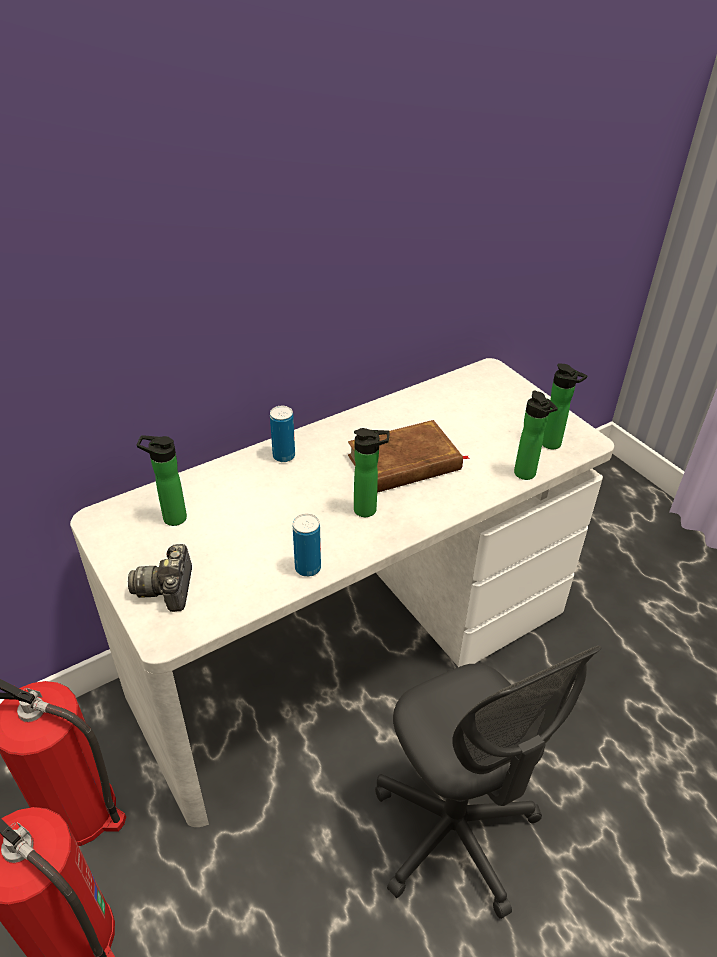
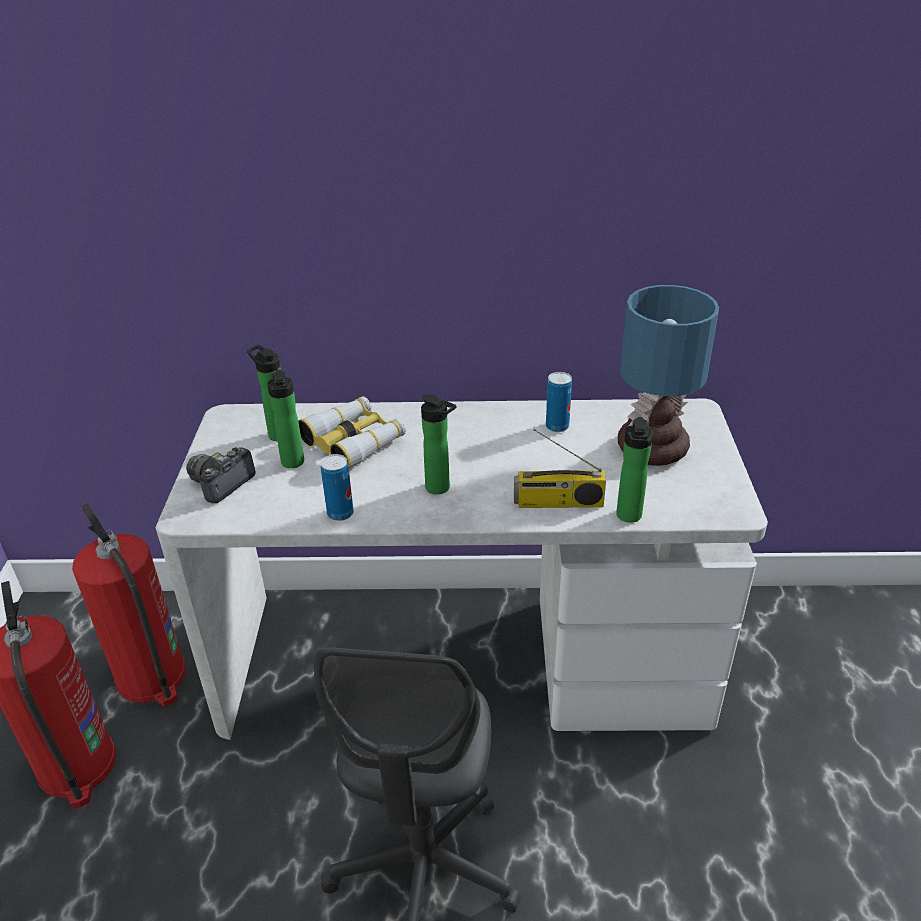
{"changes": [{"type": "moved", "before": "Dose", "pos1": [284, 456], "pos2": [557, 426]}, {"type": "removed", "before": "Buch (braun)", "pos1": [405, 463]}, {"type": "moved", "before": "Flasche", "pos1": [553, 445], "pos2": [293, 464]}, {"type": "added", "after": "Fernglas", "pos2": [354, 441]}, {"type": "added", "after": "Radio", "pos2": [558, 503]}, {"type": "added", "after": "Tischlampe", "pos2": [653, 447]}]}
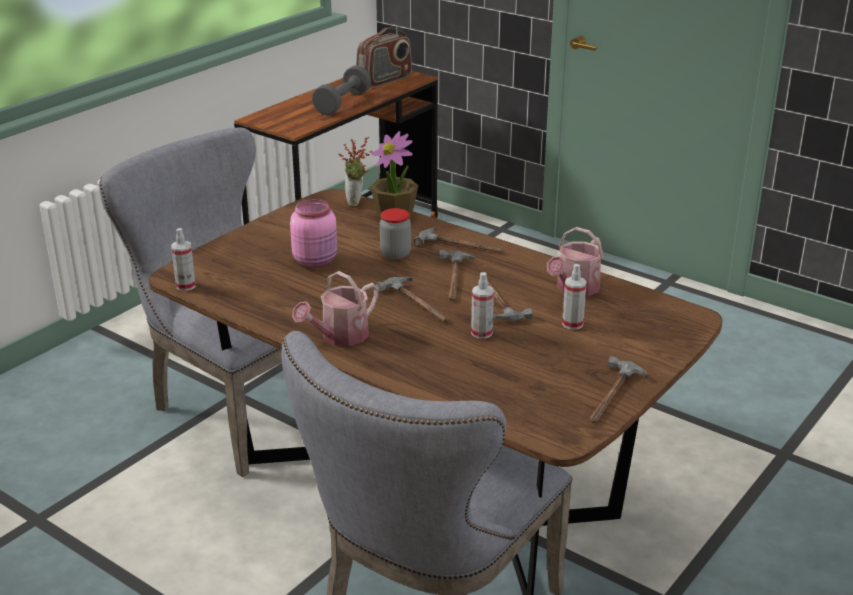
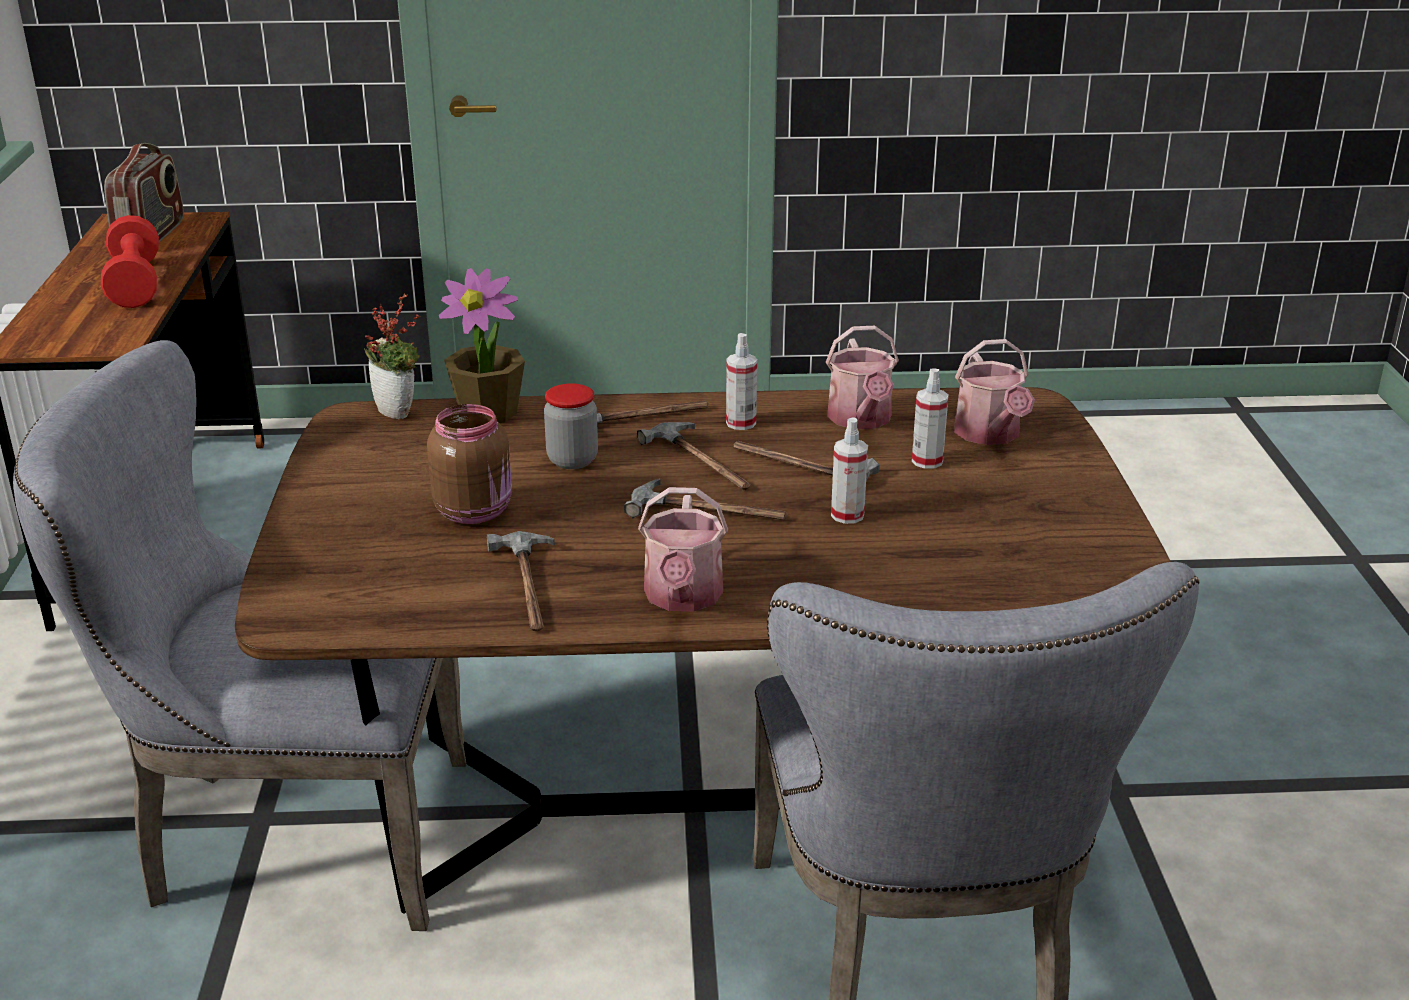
{"changes": [{"type": "moved", "before": "Sprühflasche", "pos1": [185, 286], "pos2": [741, 423]}, {"type": "recoloured", "before": "Vorratsglas (rosa)", "after": "Vorratsglas (braun)", "pos1": [316, 260], "pos2": [475, 511]}, {"type": "recoloured", "before": "Hantel (grau)", "after": "Hantel (rot)", "pos1": [342, 103], "pos2": [135, 284]}, {"type": "moved", "before": "Hammer", "pos1": [612, 396], "pos2": [529, 586]}, {"type": "added", "after": "Gießkanne", "pos2": [990, 435]}]}
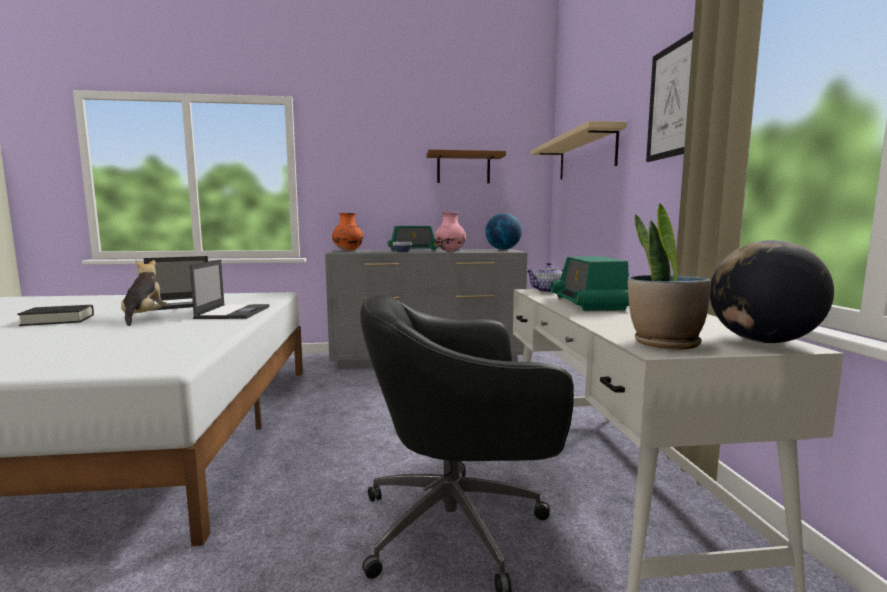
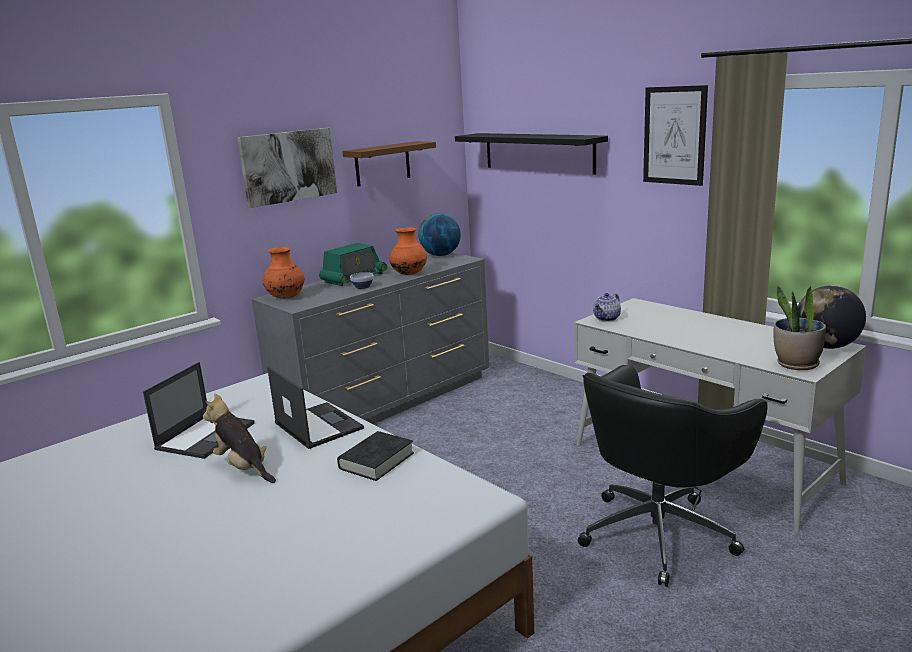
{"changes": [{"type": "moved", "before": "Buch (schwarz)", "pos1": [58, 320], "pos2": [376, 461]}, {"type": "recoloured", "before": "Vase (rosa)", "after": "Vase (orange)", "pos1": [450, 251], "pos2": [409, 274]}, {"type": "recoloured", "before": "Wandregal (beige)", "after": "Wandregal (schwarz)", "pos1": [586, 156], "pos2": [538, 152]}, {"type": "removed", "before": "Radio", "pos1": [588, 303]}, {"type": "added", "after": "Bild", "pos2": [288, 166]}]}
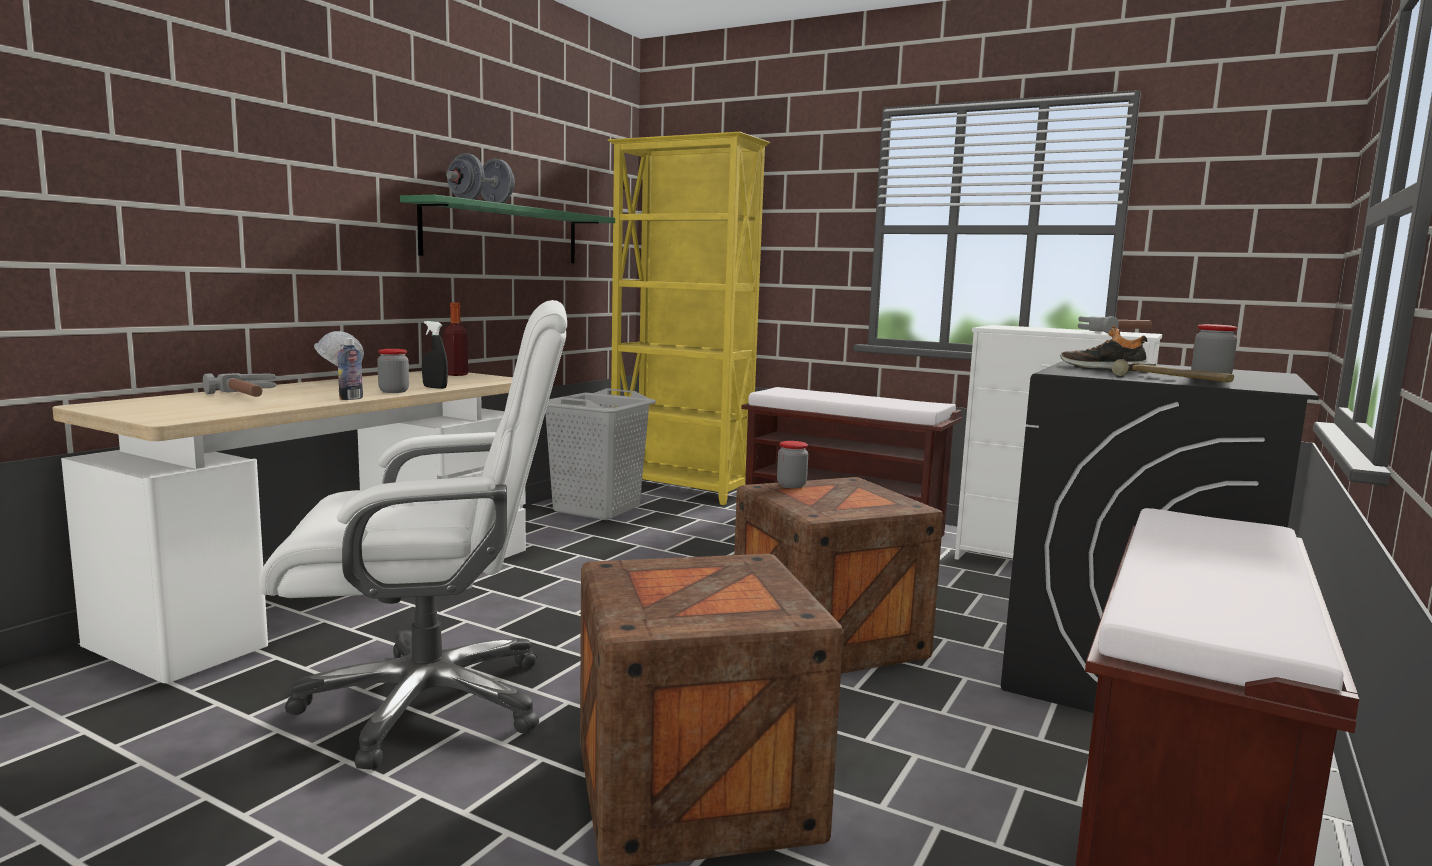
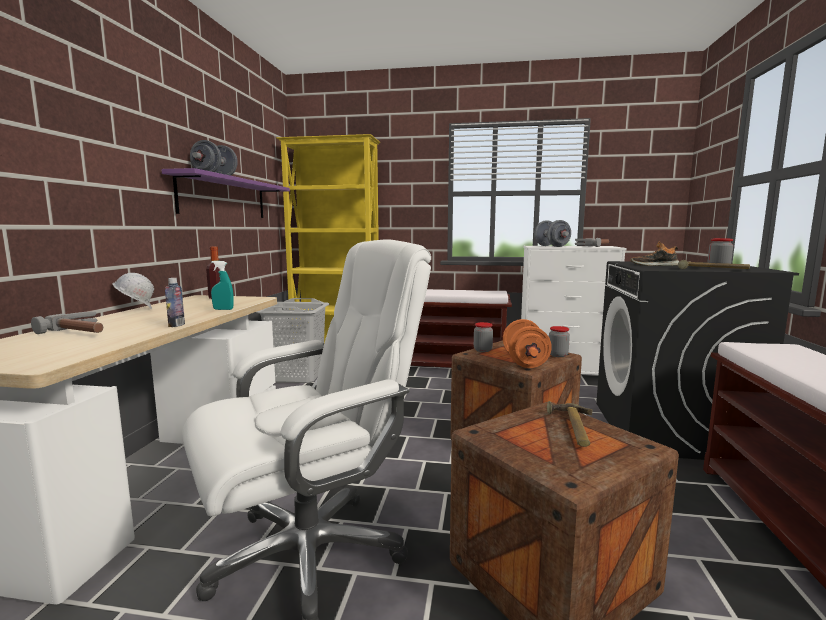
{"changes": [{"type": "moved", "before": "Vorratsglas", "pos1": [394, 391], "pos2": [558, 355]}, {"type": "recoloured", "before": "Wandregal (grün)", "after": "Wandregal (lila)", "pos1": [503, 234], "pos2": [224, 198]}, {"type": "recoloured", "before": "Sprühflasche (schwarz)", "after": "Sprühflasche (türkis)", "pos1": [435, 387], "pos2": [223, 309]}, {"type": "added", "after": "Hantel (orange)", "pos2": [525, 362]}, {"type": "added", "after": "Hantel (grau)", "pos2": [551, 246]}, {"type": "added", "after": "Hammer", "pos2": [571, 428]}]}
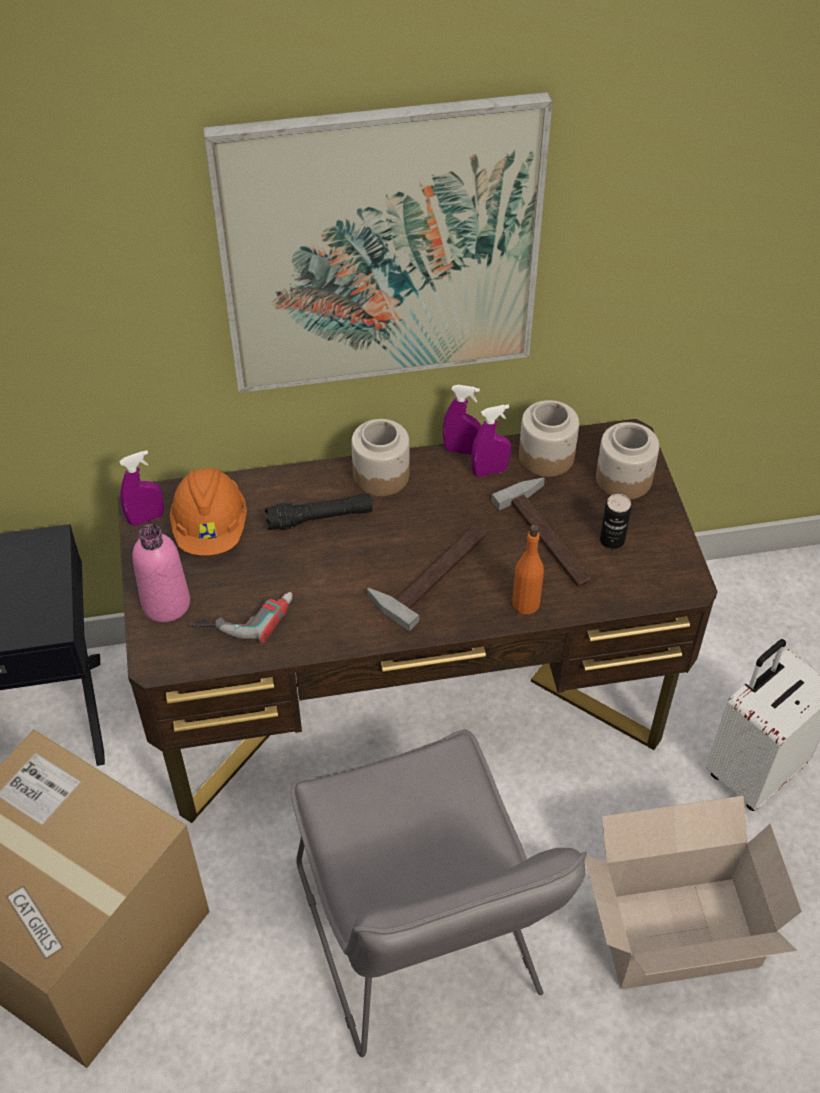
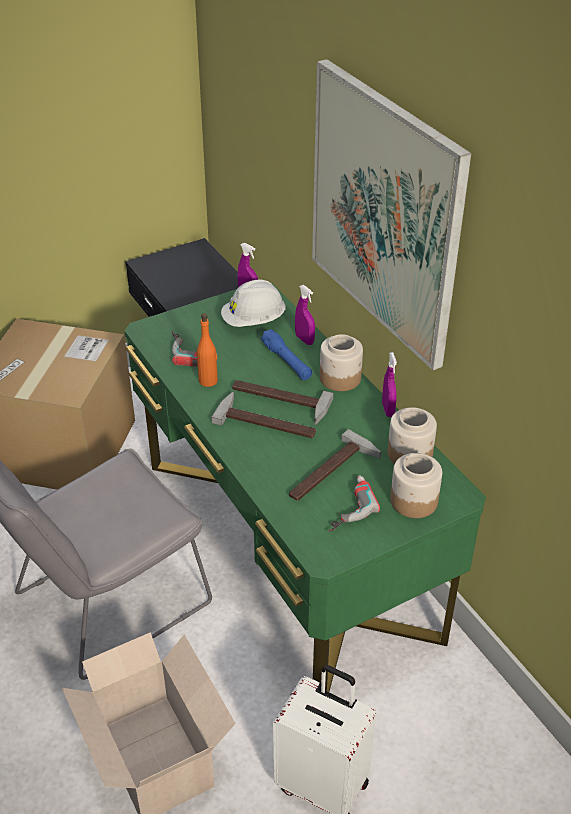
{"changes": [{"type": "recoloured", "before": "Schreibtisch (braun)", "after": "Schreibtisch (grün)", "pos1": [409, 701], "pos2": [287, 547]}, {"type": "removed", "before": "Flasche (rosa)", "pos1": [166, 604]}, {"type": "recoloured", "before": "Schutzhelm (orange)", "after": "Schutzhelm (weiß)", "pos1": [211, 528], "pos2": [254, 321]}, {"type": "recoloured", "before": "Taschenlampe (schwarz)", "after": "Taschenlampe (blau)", "pos1": [320, 518], "pos2": [286, 361]}, {"type": "moved", "before": "Sprühflasche (lila)", "pos1": [489, 471], "pos2": [304, 339]}, {"type": "moved", "before": "Flasche (orange)", "pos1": [525, 603], "pos2": [208, 381]}, {"type": "replaced", "before": "Dose", "after": "Bohrmaschine", "pos1": [612, 540], "pos2": [346, 506]}, {"type": "added", "after": "Hammer", "pos2": [278, 401]}]}
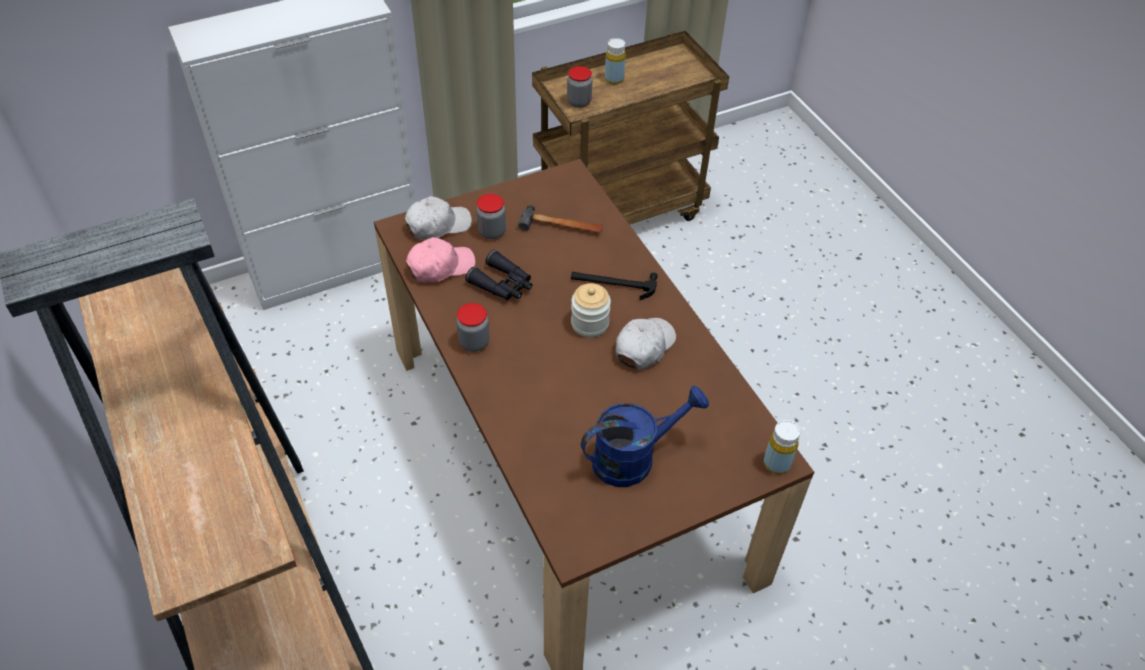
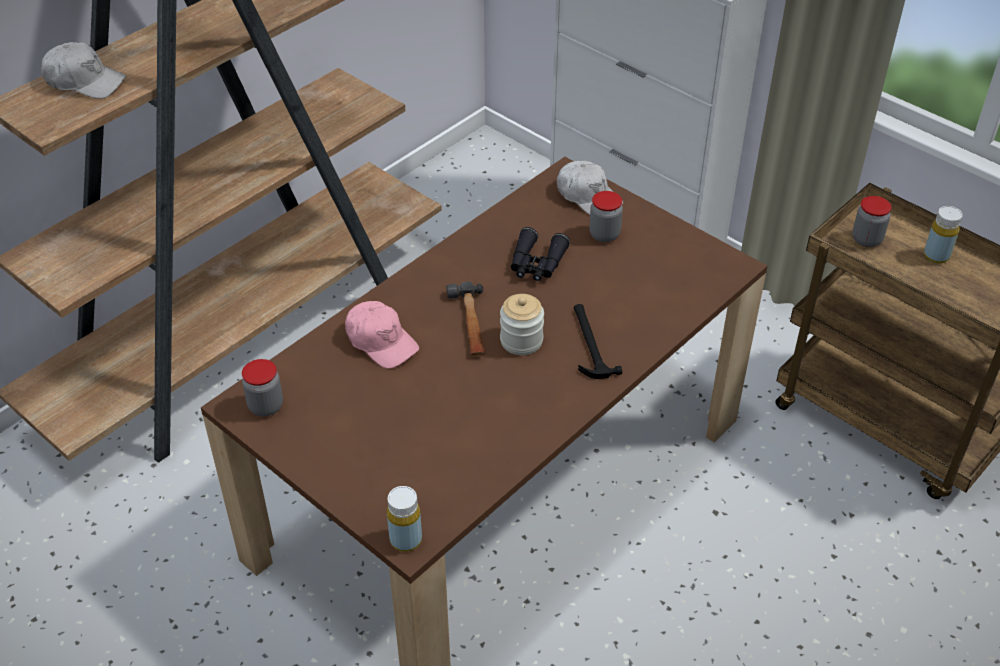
{"changes": [{"type": "moved", "before": "Kappe (rosa)", "pos1": [440, 266], "pos2": [381, 341]}, {"type": "moved", "before": "Vorratsglas", "pos1": [474, 343], "pos2": [266, 406]}, {"type": "moved", "before": "Hammer", "pos1": [561, 227], "pos2": [469, 323]}, {"type": "removed", "before": "Gießkanne (blau)", "pos1": [633, 457]}, {"type": "moved", "before": "Kappe (weiß)", "pos1": [644, 346], "pos2": [85, 81]}]}
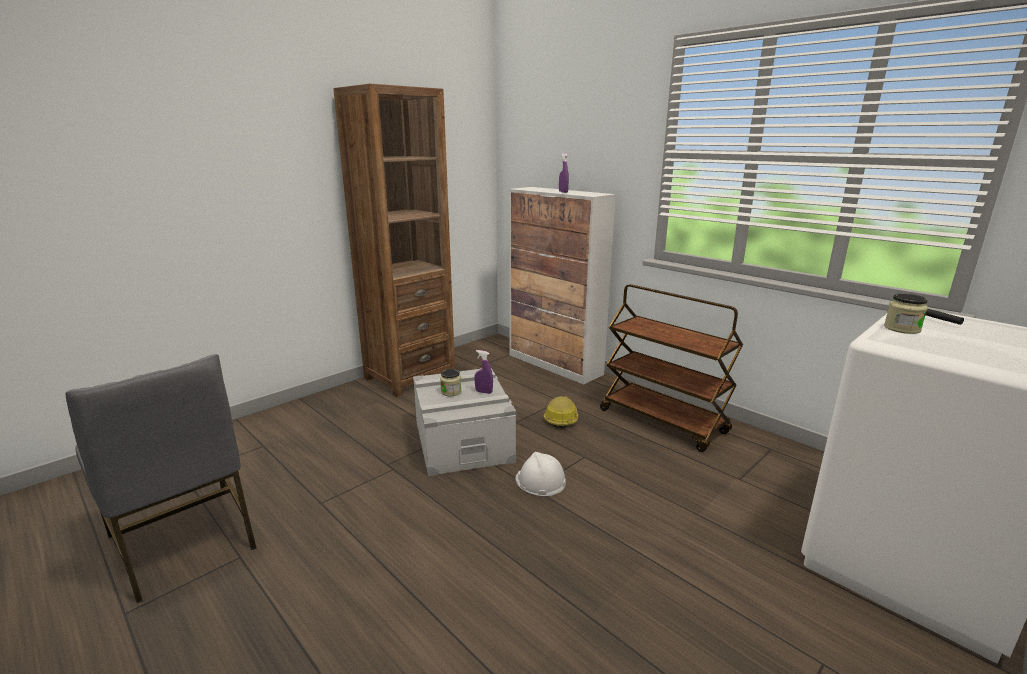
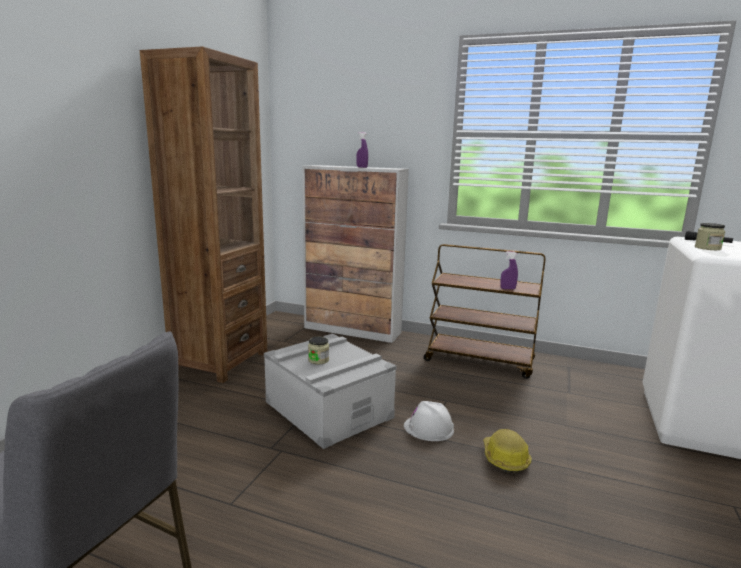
{"changes": [{"type": "moved", "before": "Sprühflasche (lila)", "pos1": [483, 392], "pos2": [508, 289]}, {"type": "moved", "before": "Schutzhelm", "pos1": [561, 419], "pos2": [504, 458]}]}
